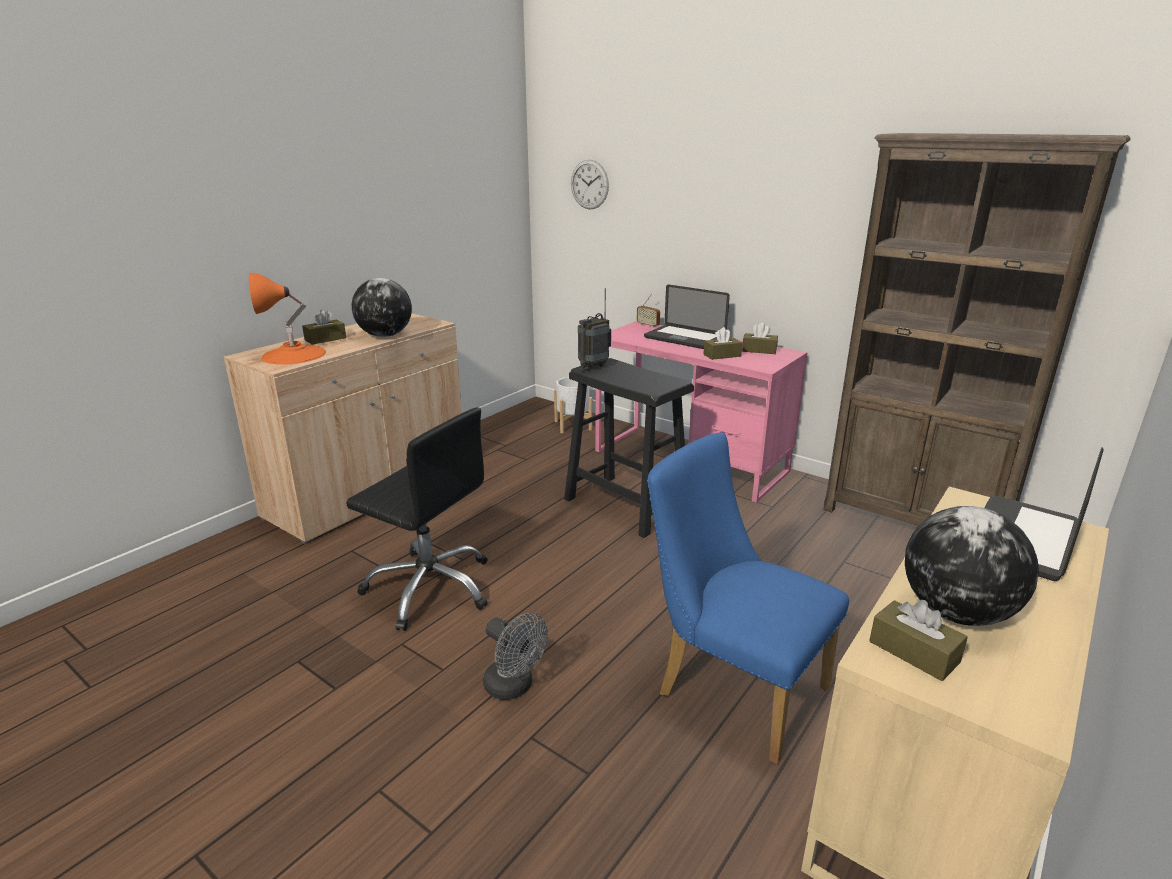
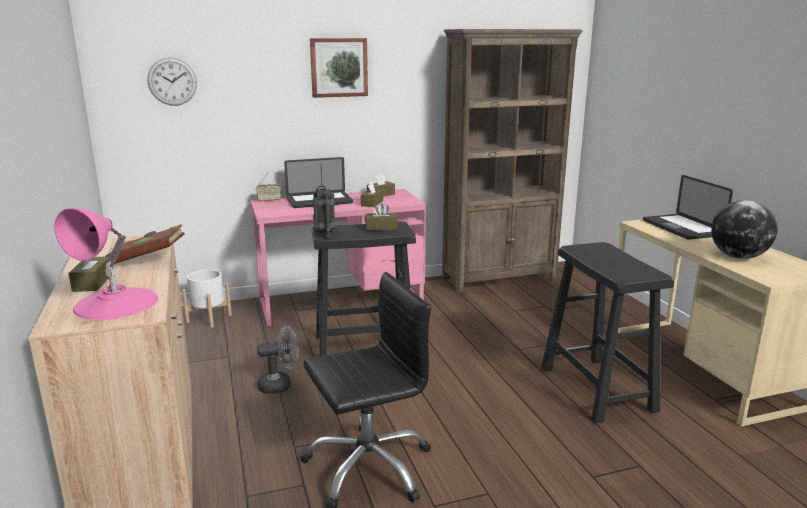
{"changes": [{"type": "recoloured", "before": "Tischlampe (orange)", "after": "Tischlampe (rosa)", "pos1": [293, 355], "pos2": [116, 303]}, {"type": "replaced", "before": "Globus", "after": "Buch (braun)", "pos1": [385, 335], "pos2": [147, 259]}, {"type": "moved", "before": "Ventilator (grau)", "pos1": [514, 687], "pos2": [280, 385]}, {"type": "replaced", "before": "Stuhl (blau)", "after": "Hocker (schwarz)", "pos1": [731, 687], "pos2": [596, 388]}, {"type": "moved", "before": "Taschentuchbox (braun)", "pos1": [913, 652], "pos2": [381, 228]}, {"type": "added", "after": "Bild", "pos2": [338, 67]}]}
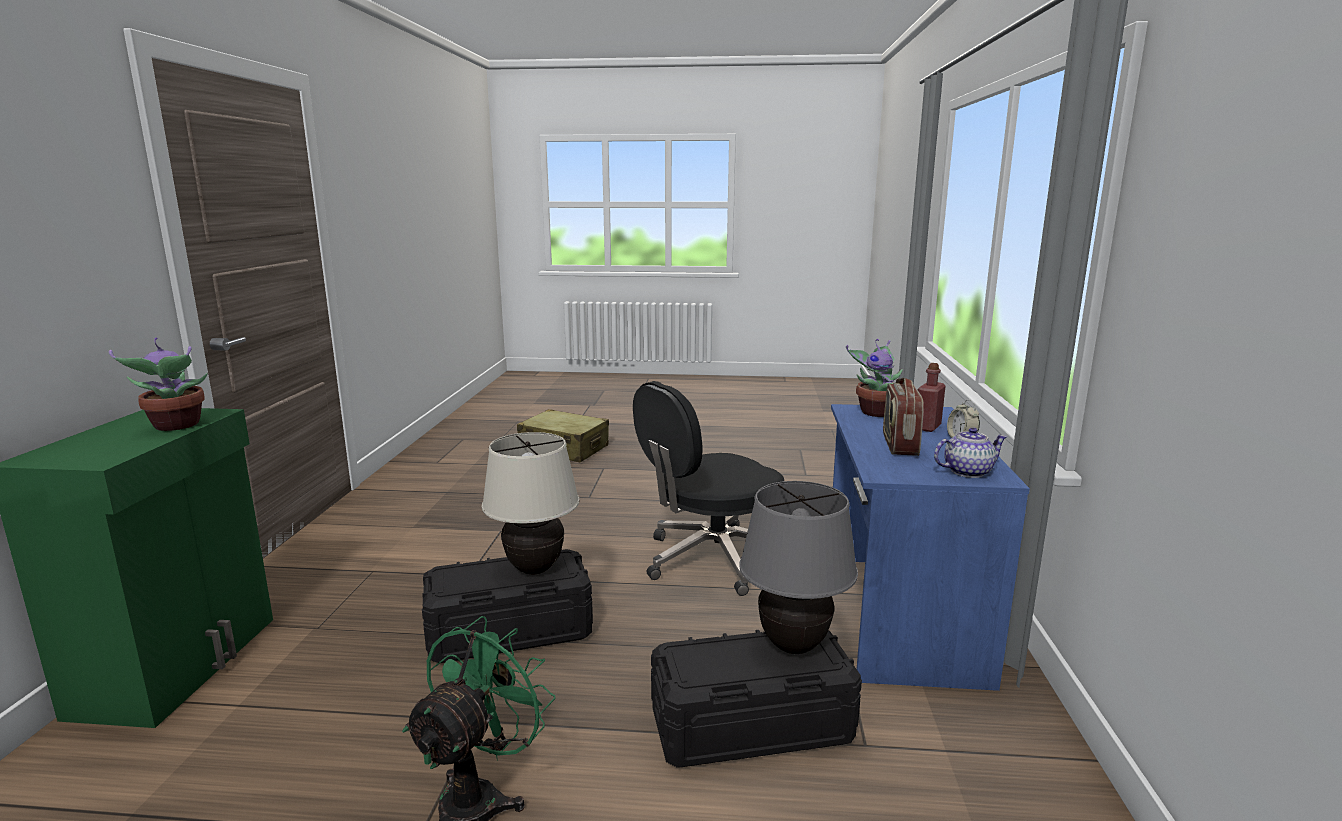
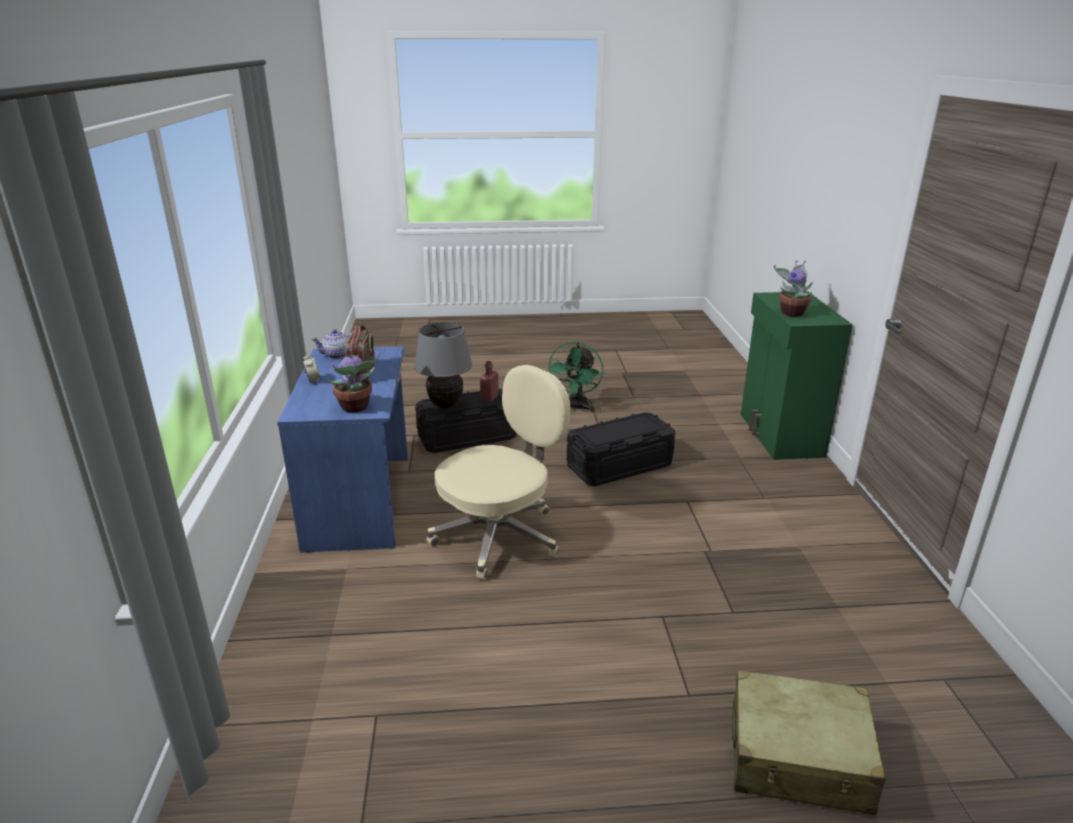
{"changes": [{"type": "removed", "before": "Tischlampe (beige)", "pos1": [535, 569]}, {"type": "recoloured", "before": "Bürostuhl (schwarz)", "after": "Bürostuhl (beige)", "pos1": [711, 559], "pos2": [500, 536]}, {"type": "moved", "before": "Flasche (rot)", "pos1": [927, 427], "pos2": [489, 398]}]}
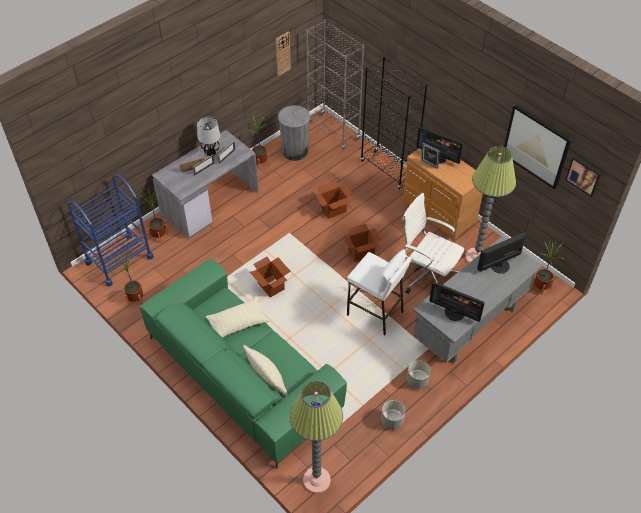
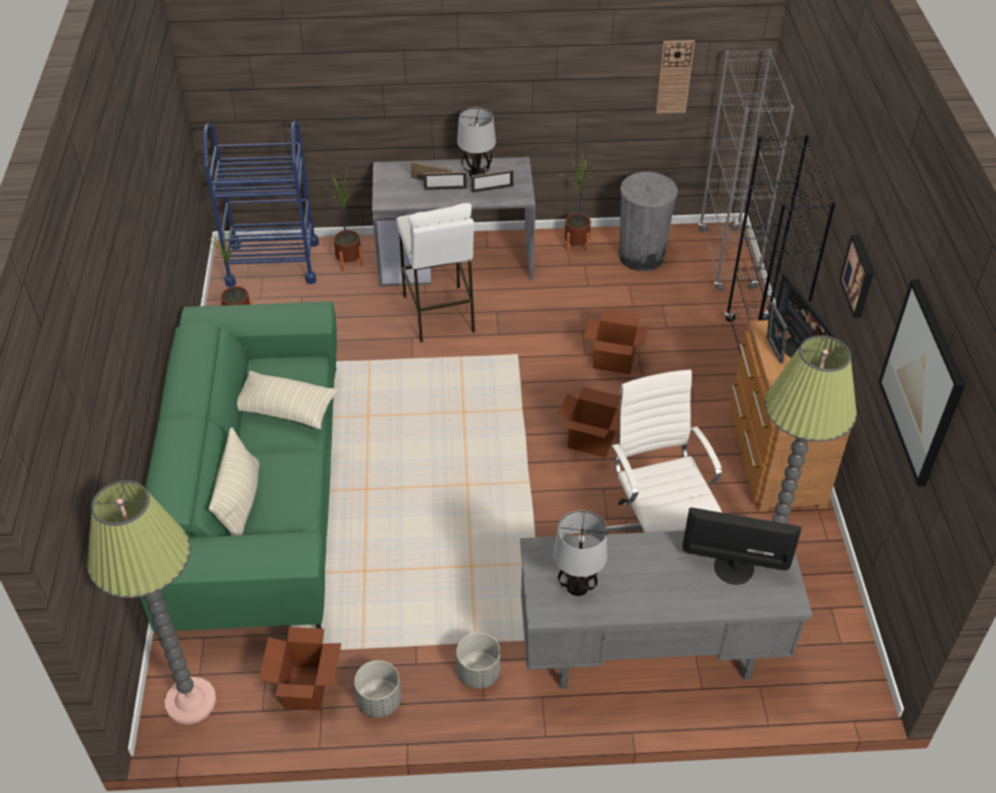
{"changes": [{"type": "moved", "before": "Karton", "pos1": [271, 286], "pos2": [306, 689]}, {"type": "moved", "before": "Hocker (weiß)", "pos1": [375, 313], "pos2": [439, 314]}, {"type": "replaced", "before": "Monitor", "after": "Tischlampe", "pos1": [454, 312], "pos2": [578, 586]}, {"type": "removed", "before": "Topfpflanze", "pos1": [541, 287]}, {"type": "moved", "before": "Bild", "pos1": [584, 175], "pos2": [859, 276]}]}
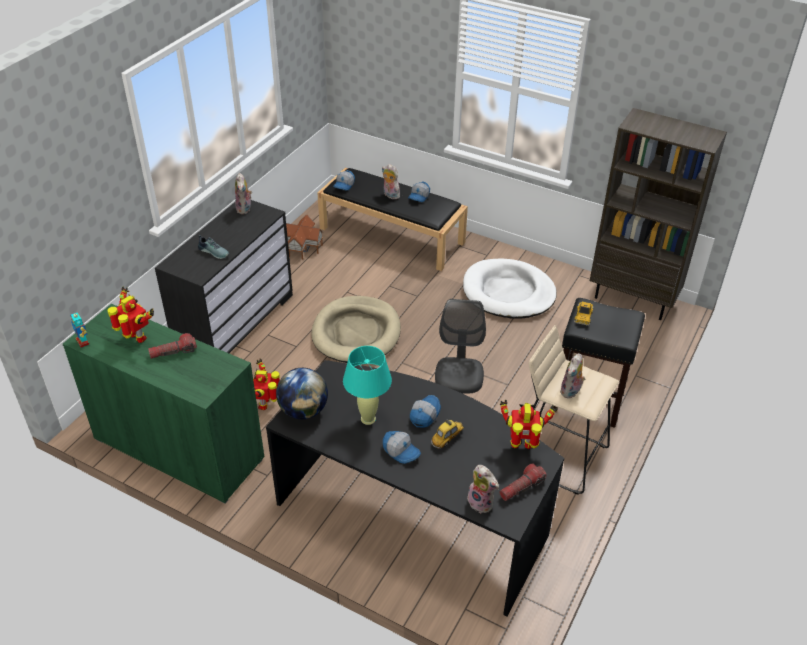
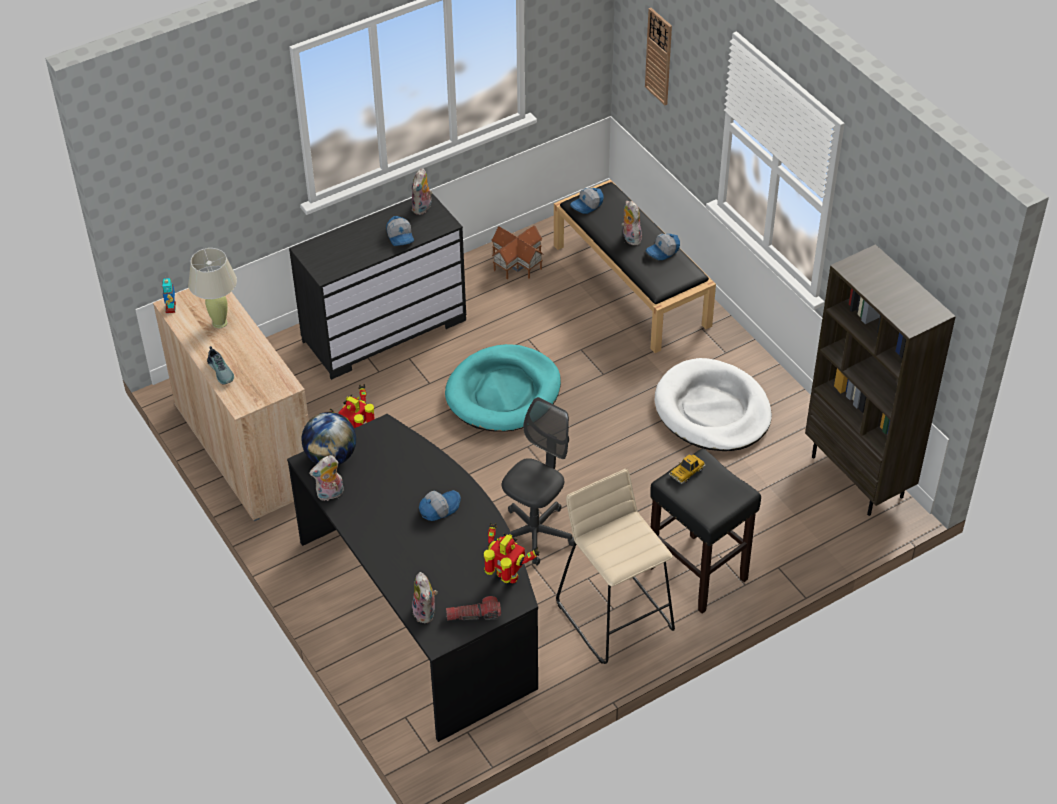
{"changes": [{"type": "recoloured", "before": "Schrank (grün)", "after": "Schrank (beige)", "pos1": [179, 449], "pos2": [246, 448]}, {"type": "replaced", "before": "Spielzeugroboter", "after": "Tischlampe (beige)", "pos1": [136, 338], "pos2": [219, 323]}, {"type": "removed", "before": "Taschenlampe", "pos1": [173, 352]}, {"type": "moved", "before": "Schuh", "pos1": [214, 251], "pos2": [221, 371]}, {"type": "recoloured", "before": "Hundebett (beige)", "after": "Hundebett (türkis)", "pos1": [356, 333], "pos2": [503, 393]}, {"type": "removed", "before": "Tischlampe (türkis)", "pos1": [368, 419]}, {"type": "moved", "before": "Kappe", "pos1": [401, 451], "pos2": [401, 236]}, {"type": "removed", "before": "Spielzeugauto", "pos1": [447, 438]}, {"type": "moved", "before": "Plüschtier", "pos1": [571, 392], "pos2": [330, 495]}, {"type": "added", "after": "Wanduhr", "pos2": [659, 56]}]}
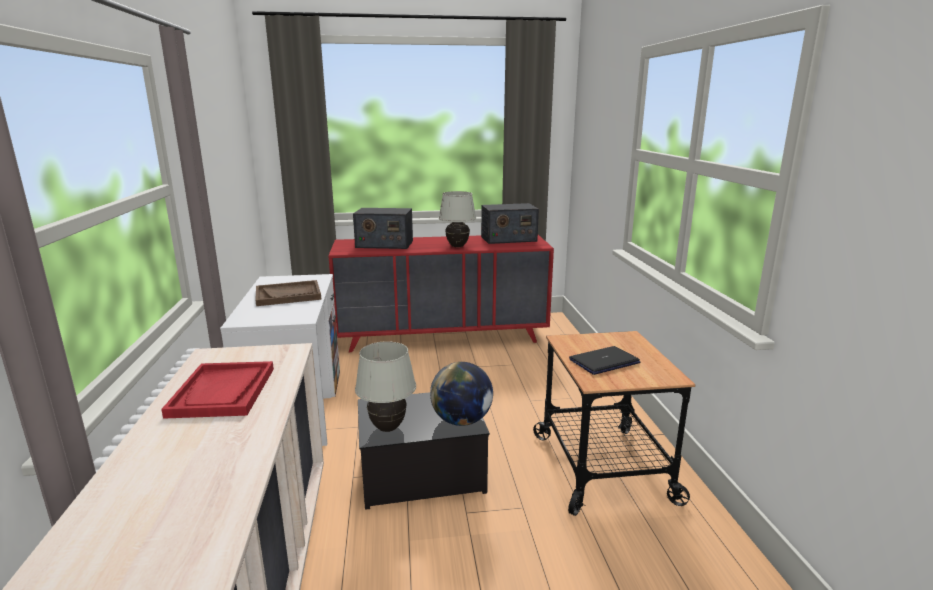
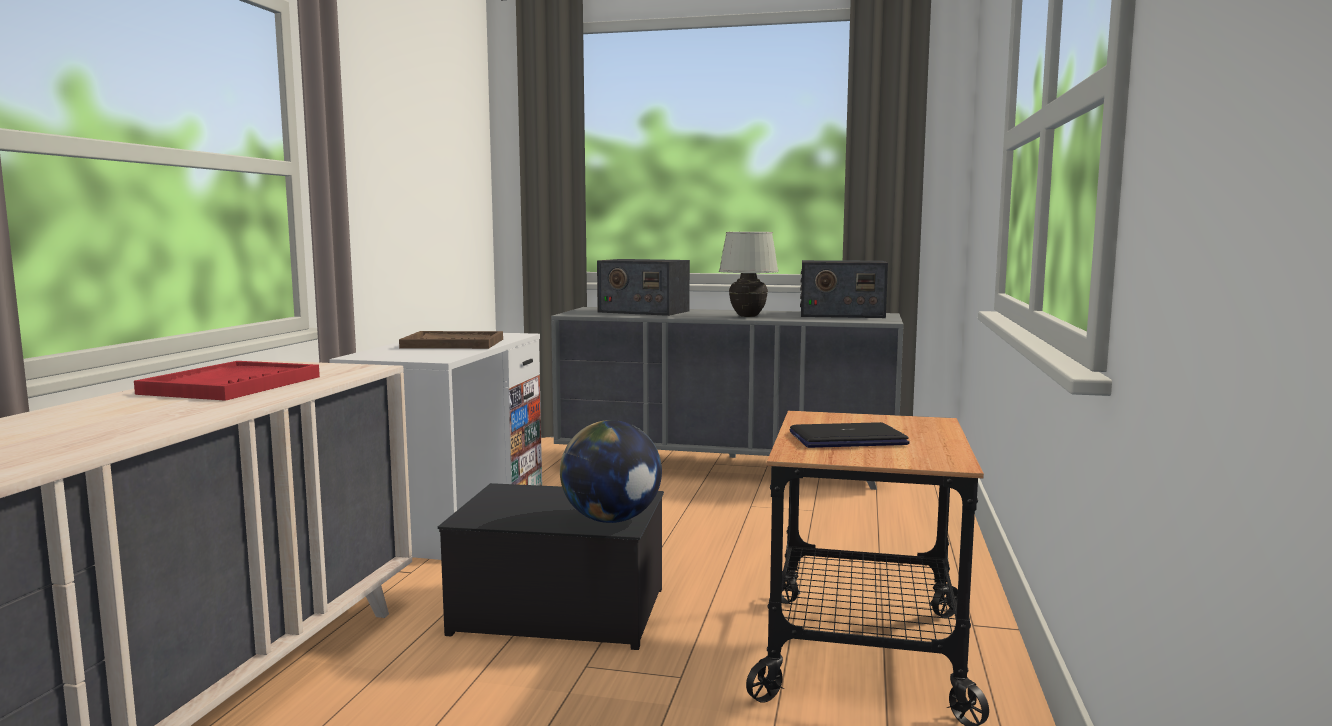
{"changes": [{"type": "recoloured", "before": "Kommode (rot)", "after": "Kommode (grau)", "pos1": [443, 336], "pos2": [726, 468]}, {"type": "removed", "before": "Tischlampe (weiß)", "pos1": [388, 428]}]}
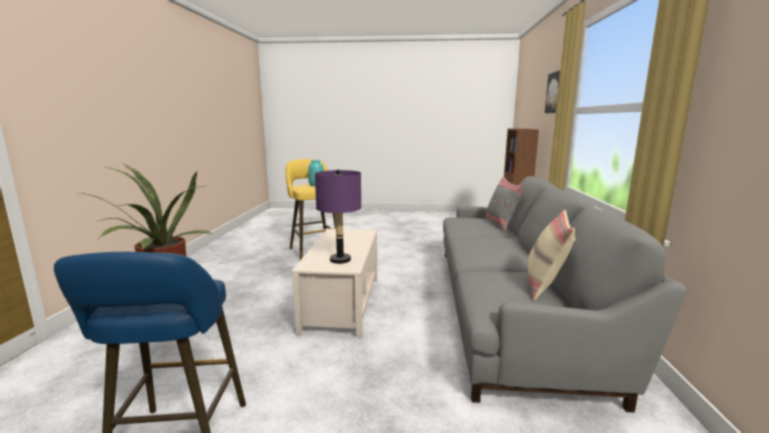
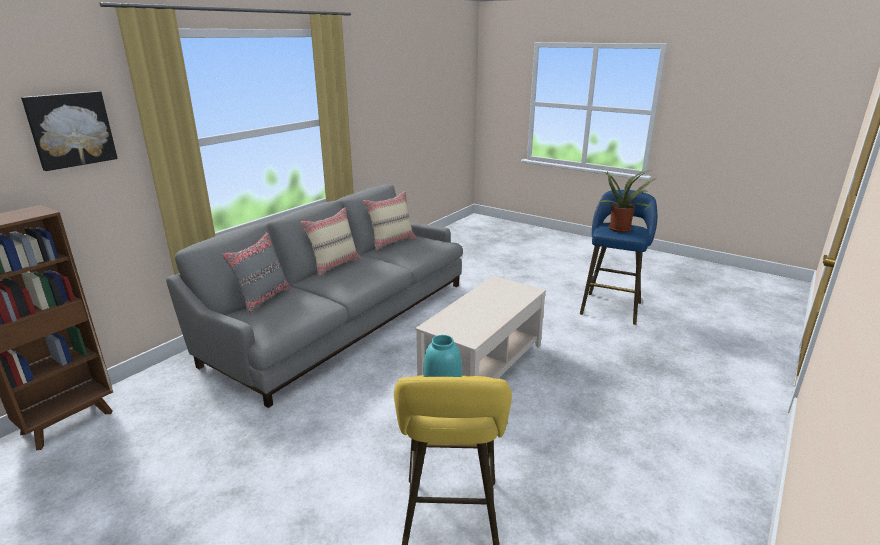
{"changes": [{"type": "removed", "before": "Tischlampe (lila)", "pos1": [340, 260]}, {"type": "added", "after": "Kissen (beige)", "pos2": [334, 265]}]}
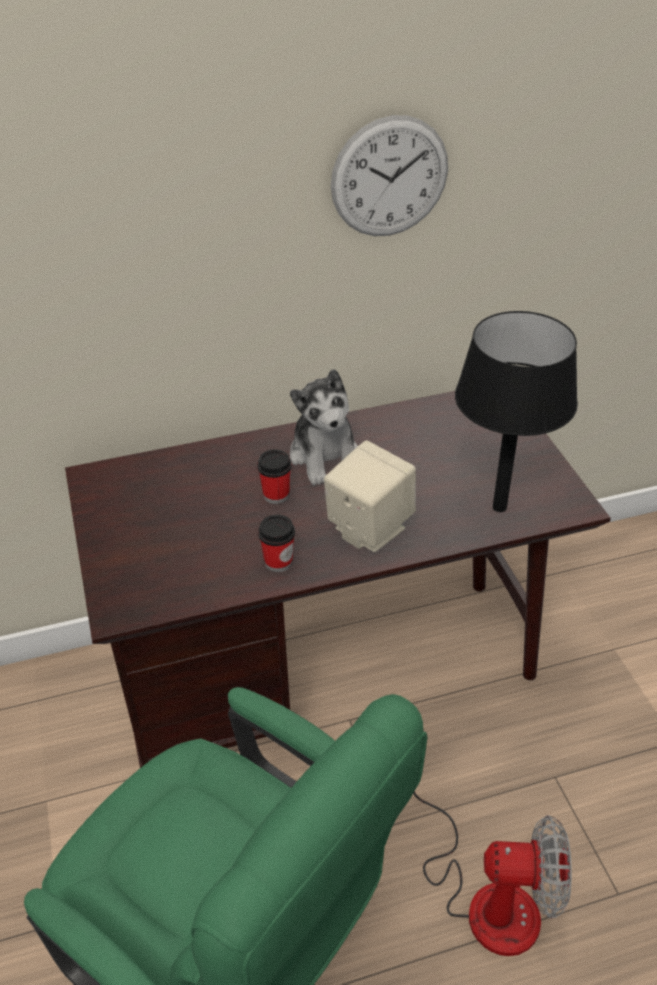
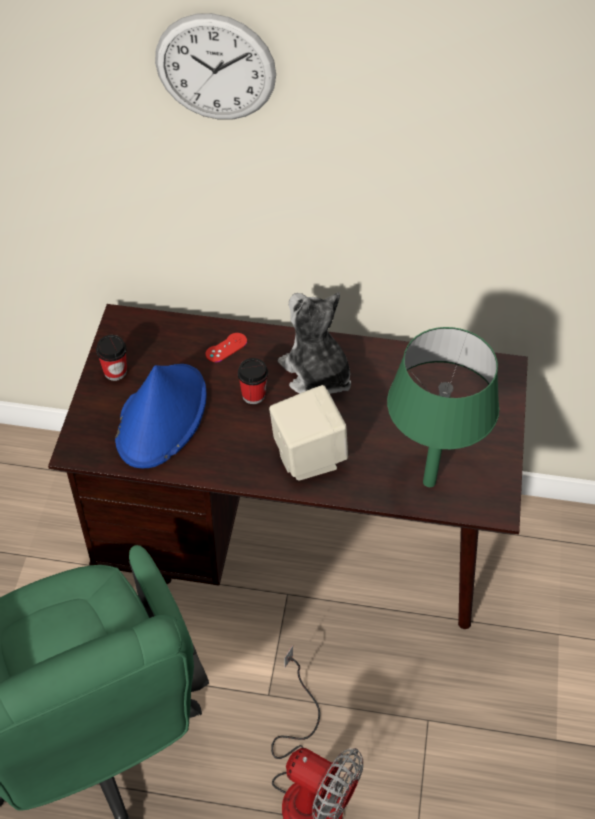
{"changes": [{"type": "moved", "before": "Tasse", "pos1": [278, 562], "pos2": [115, 372]}, {"type": "turned", "before": "Plüschtier", "pos1": [325, 456], "pos2": [316, 374], "turn": 135}, {"type": "moved", "before": "Wanduhr", "pos1": [389, 177], "pos2": [215, 68]}, {"type": "recoloured", "before": "Tischlampe (schwarz)", "after": "Tischlampe (grün)", "pos1": [499, 507], "pos2": [429, 481]}, {"type": "added", "after": "Hut (blau)", "pos2": [162, 416]}, {"type": "added", "after": "Gamepad (rot)", "pos2": [226, 347]}]}
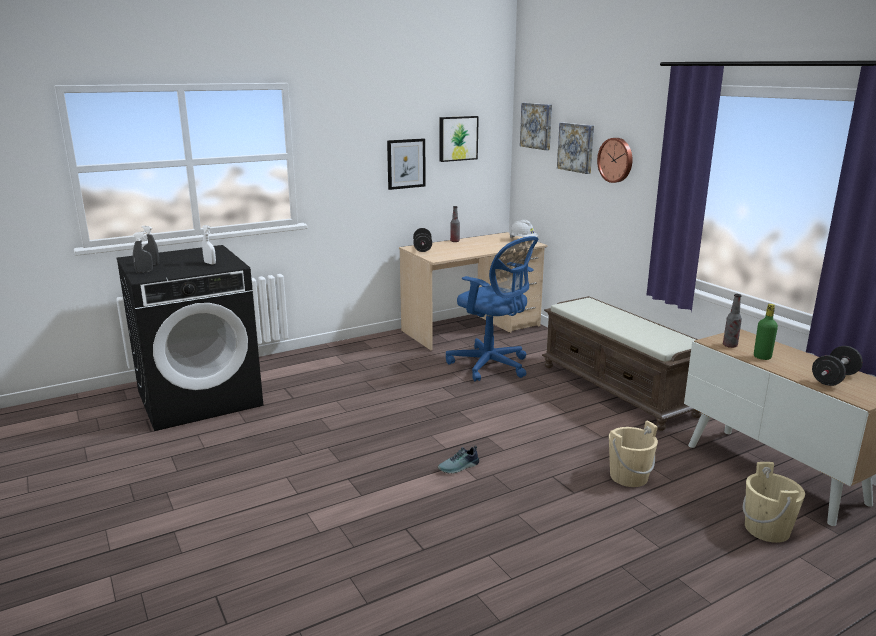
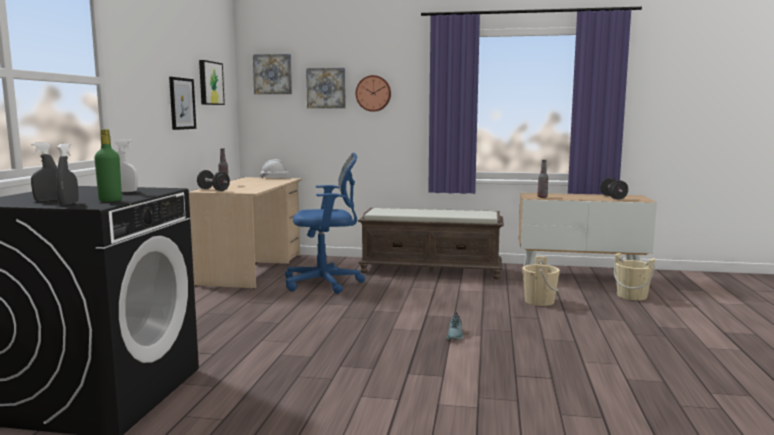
{"changes": [{"type": "moved", "before": "Flasche (grün)", "pos1": [762, 357], "pos2": [110, 200]}]}
